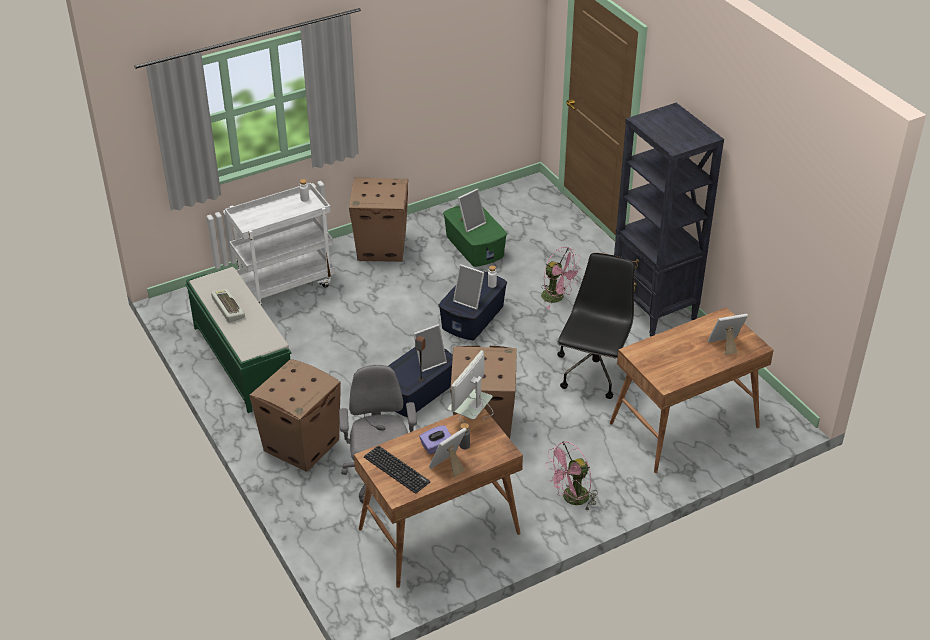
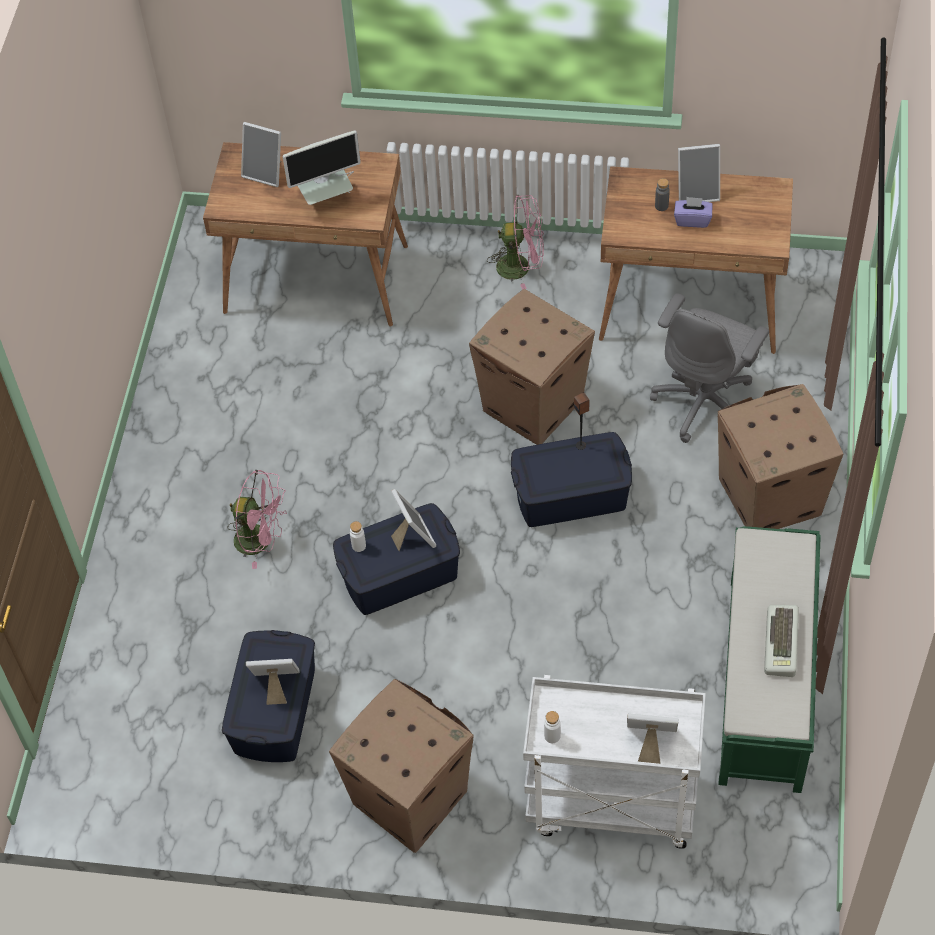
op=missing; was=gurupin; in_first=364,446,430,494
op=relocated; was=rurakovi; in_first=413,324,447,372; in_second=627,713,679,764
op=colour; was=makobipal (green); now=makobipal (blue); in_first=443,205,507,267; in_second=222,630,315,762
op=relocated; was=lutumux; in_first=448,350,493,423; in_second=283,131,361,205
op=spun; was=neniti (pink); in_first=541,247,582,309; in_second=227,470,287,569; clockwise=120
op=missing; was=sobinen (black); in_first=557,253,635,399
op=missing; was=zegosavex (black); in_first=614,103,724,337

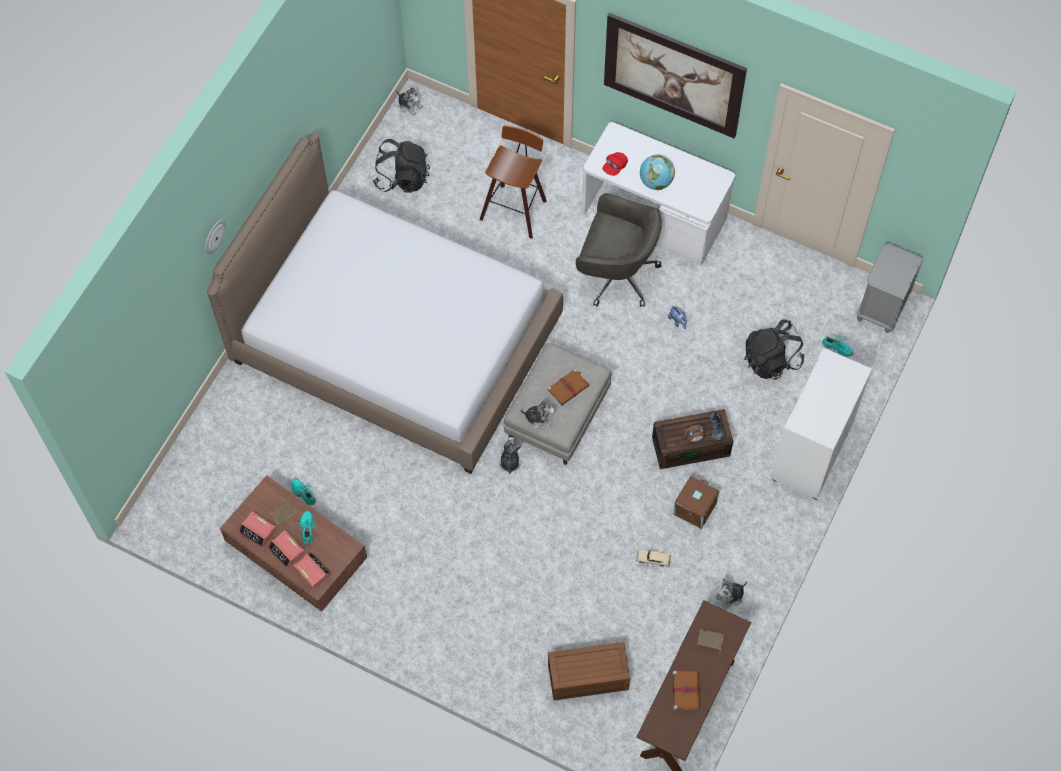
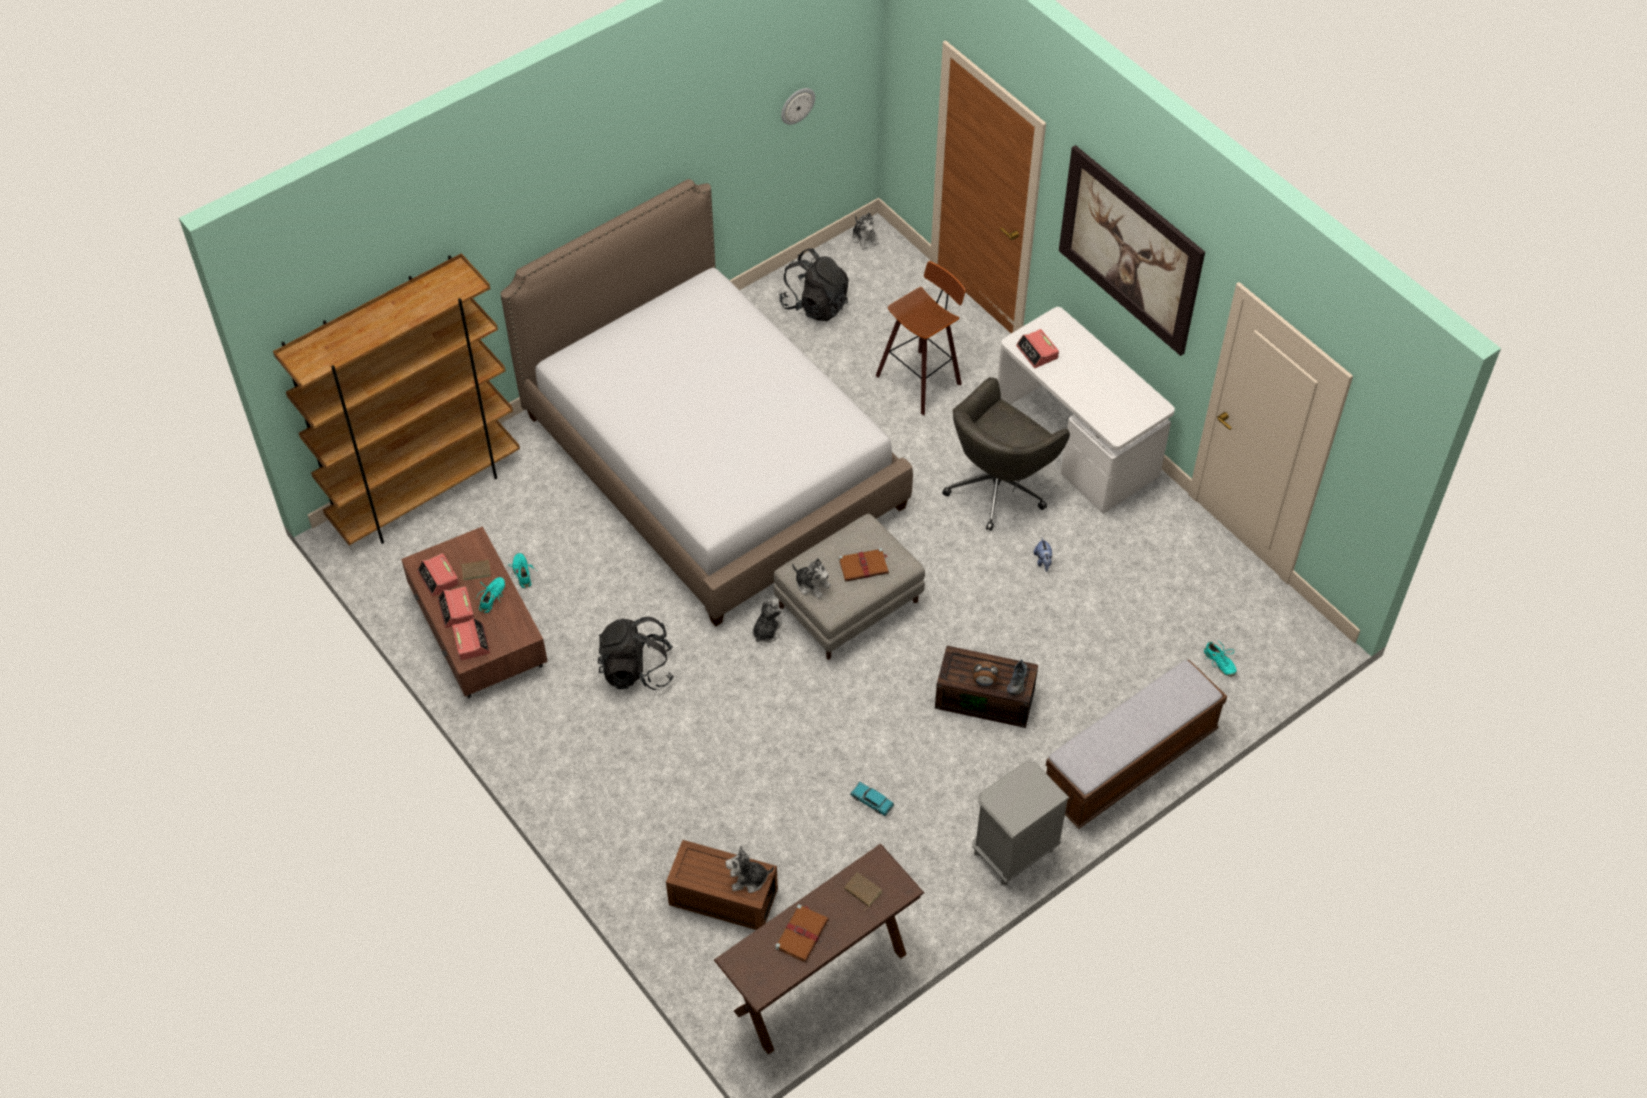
op=relocated; was=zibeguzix; in_first=205,219,226,254; in_second=781,88,815,125
op=spun; was=sobinen (grey); in_first=576,193,662,307; in_second=942,377,1070,531; clockwise=90
op=exchanged; was=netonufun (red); now=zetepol; in_first=602,152,628,176; in_second=1016,329,1059,368
op=colour; was=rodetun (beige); now=rodetun (turquoise); in_first=636,549,671,567; in_second=850,782,894,816
op=missing; was=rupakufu; in_first=640,155,675,190
op=missing; was=makobipal (brown); in_first=673,476,719,529
op=relocated; was=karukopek; in_first=715,578,747,609; in_second=725,845,774,893
op=relocated; was=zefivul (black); in_first=744,319,804,380; in_second=598,617,674,690
op=exchanged; was=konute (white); now=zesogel; in_first=771,348,872,500; in_second=1046,660,1227,829
op=relocated; was=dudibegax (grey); in_first=857,243,924,333; in_second=972,761,1069,885
op=appeared; now=zegosavex (brown); in_second=273,253,520,546

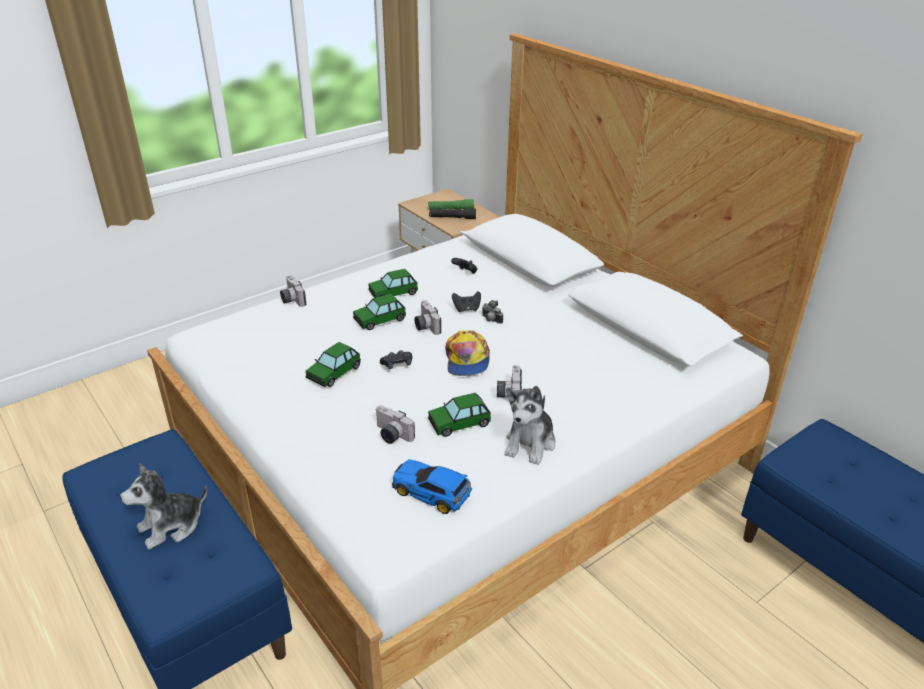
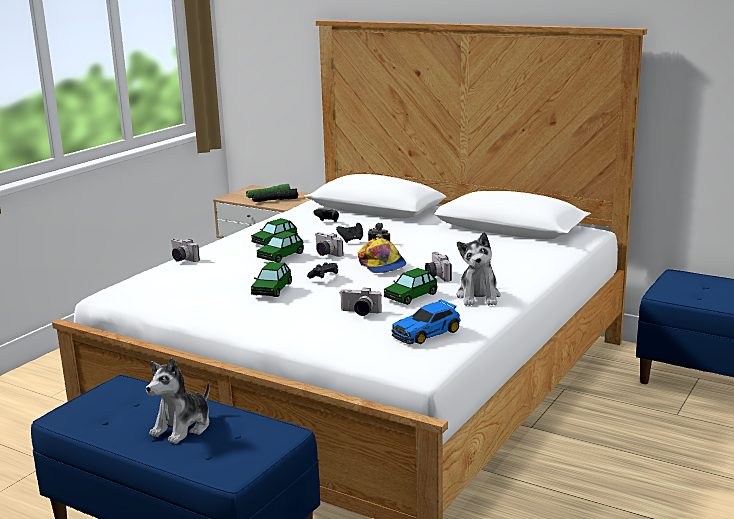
op=spun; was=rodetun; in_first=392,459,472,514; in_second=392,299,461,344; clockwise=-45

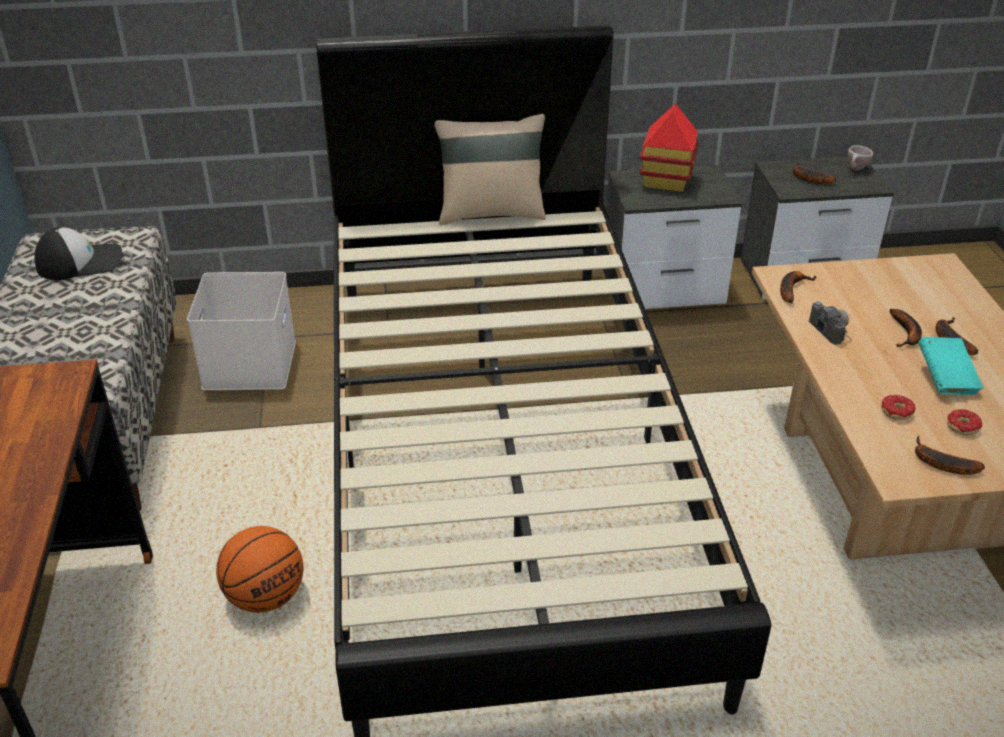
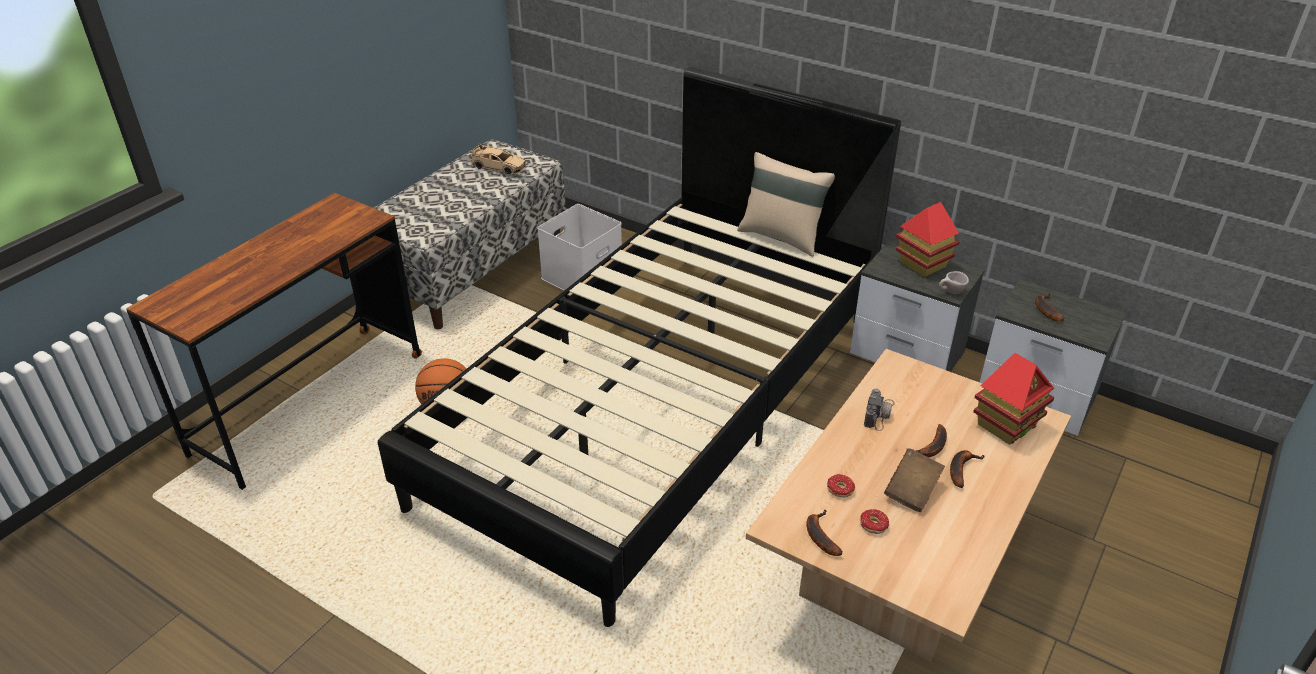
op=exchanged; was=netonufun; now=rodetun (beige); in_first=34,227,122,280; in_second=469,143,526,174
op=missing; was=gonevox; in_first=780,271,817,303
op=relocated; was=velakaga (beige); in_first=848,145,873,170; in_second=939,271,969,294
op=colour; was=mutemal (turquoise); now=mutemal (brown); in_first=918,337,983,395; in_second=884,448,945,512
op=appeared; now=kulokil; in_second=973,353,1054,445

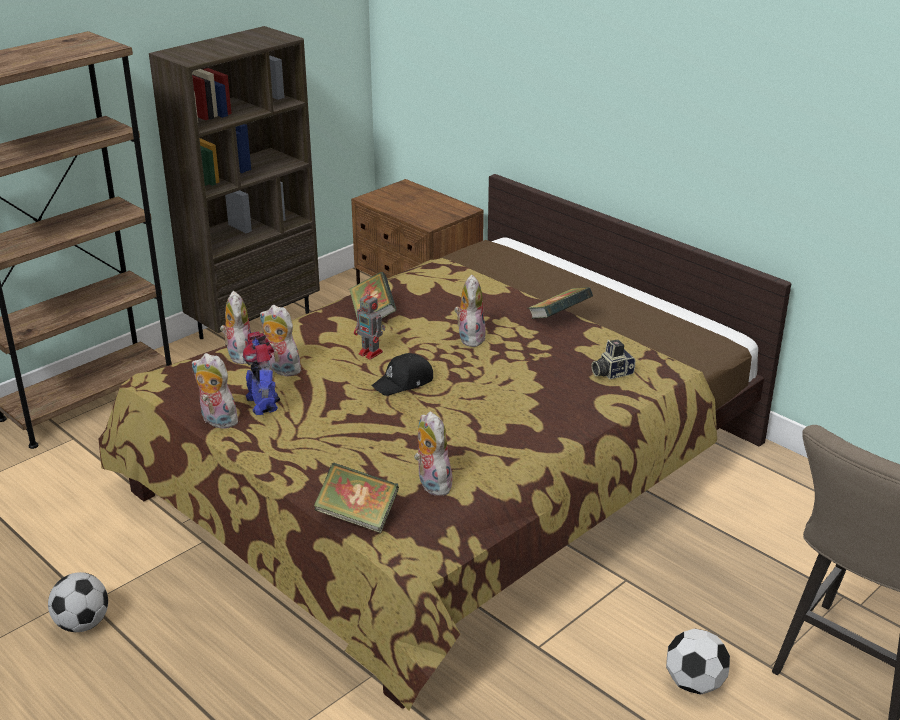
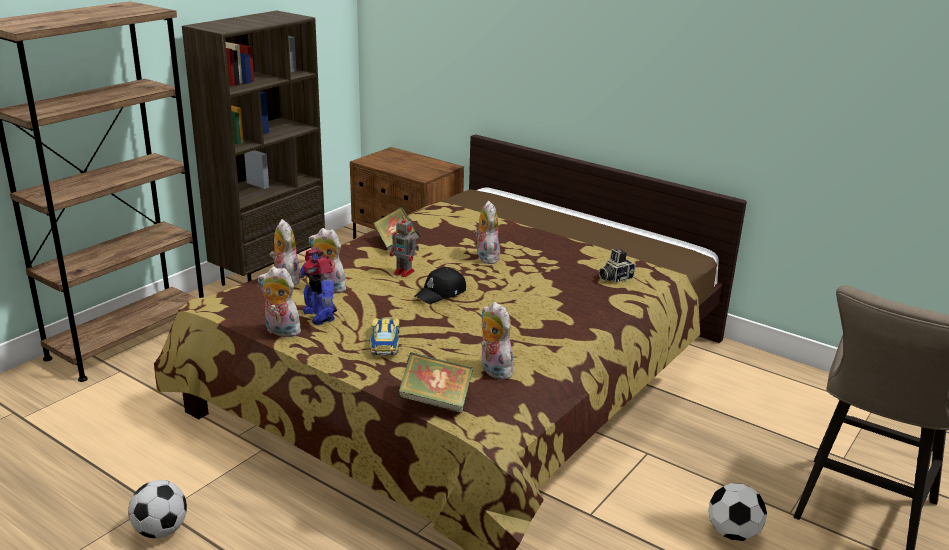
op=missing; was=mutemal; in_first=529,287,593,319
op=appeared; now=rodetun; in_second=370,318,400,356

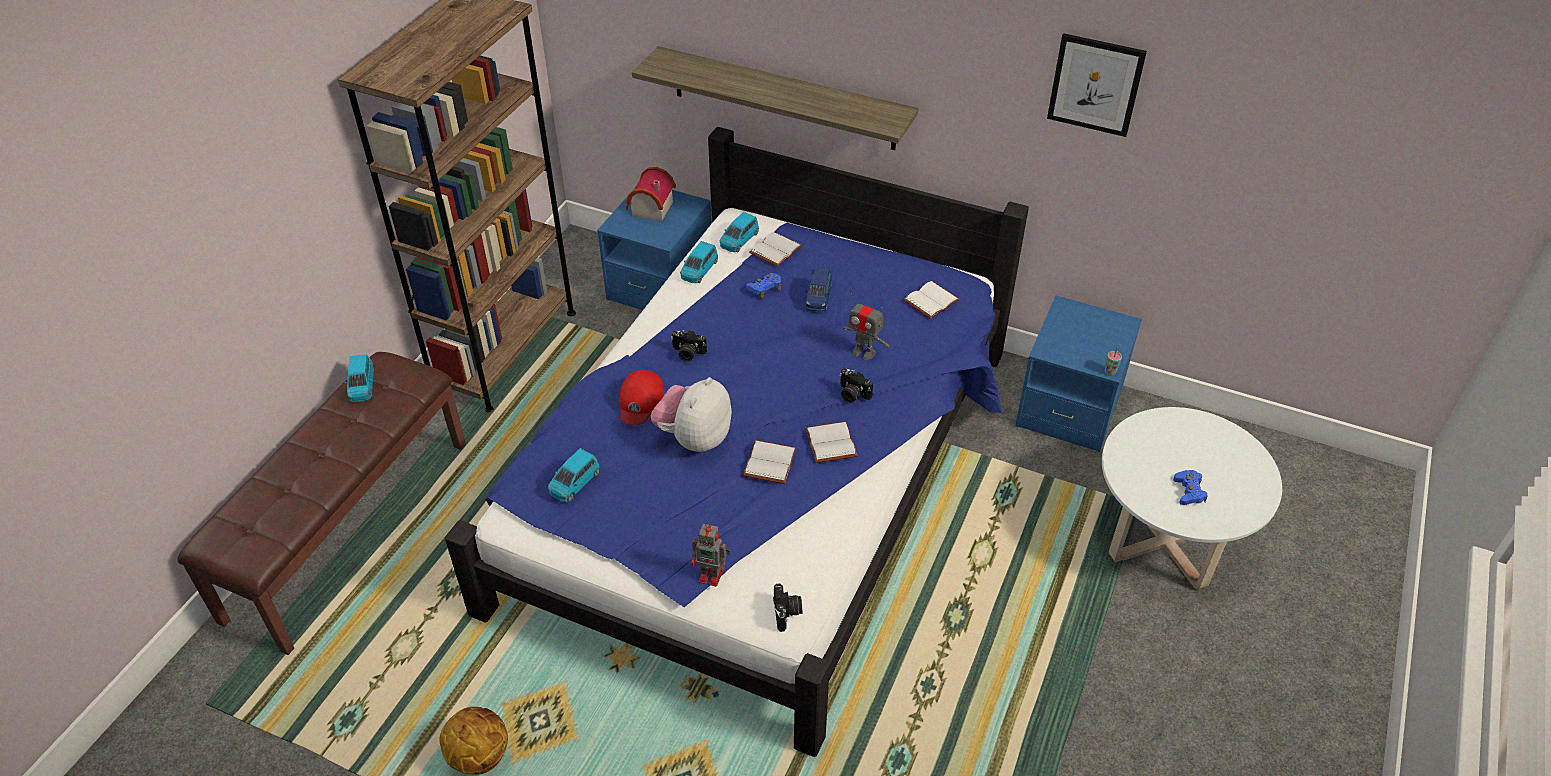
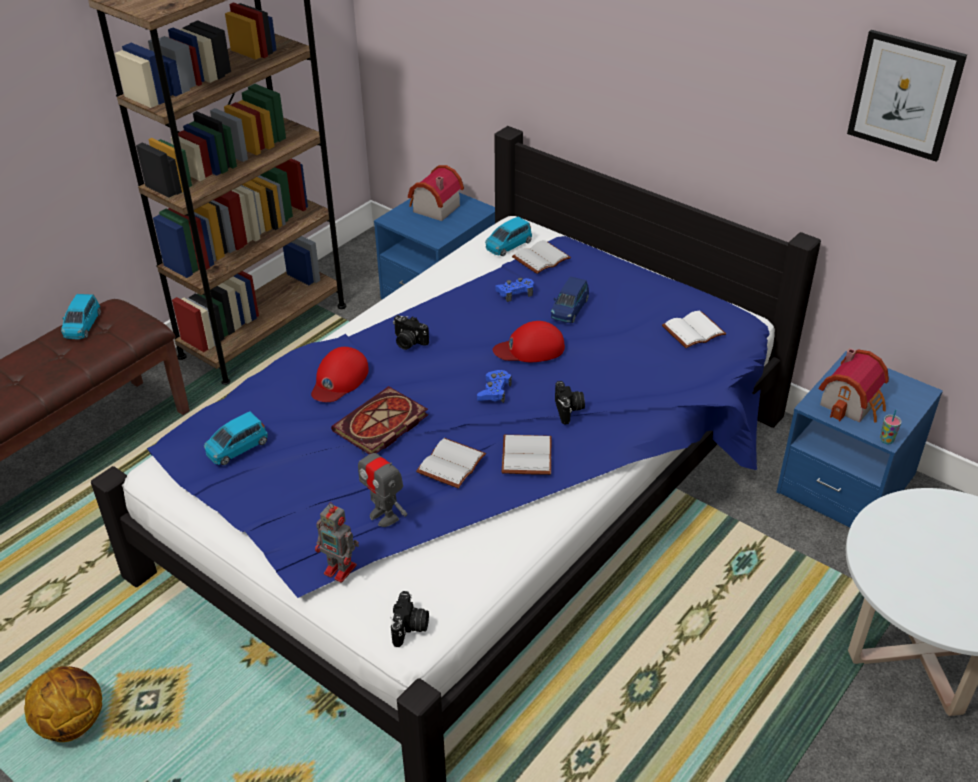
op=missing; was=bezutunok; in_first=632,46,918,150
op=exchanged; was=karukopek; now=mutemal; in_first=651,377,732,452; in_second=331,386,428,454
op=missing; was=rodetun (blue); in_first=680,241,718,283
op=spun; was=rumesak; in_first=840,368,873,403; in_second=555,381,585,425; clockwise=-150
op=relocated; was=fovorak; in_first=842,293,889,360; in_second=358,438,407,527
op=relocated; was=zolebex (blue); in_first=1173,470,1208,505; in_second=477,370,512,403
op=appeared; now=netonufun (red); in_second=493,321,565,362
op=appeared; now=kulokil; in_second=819,348,889,423

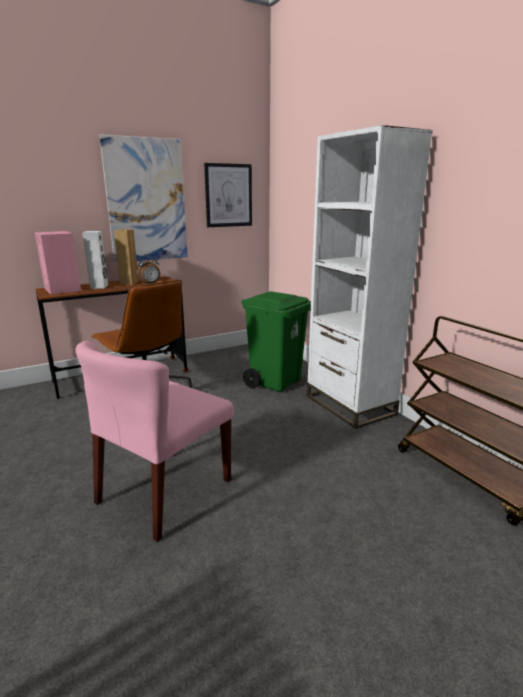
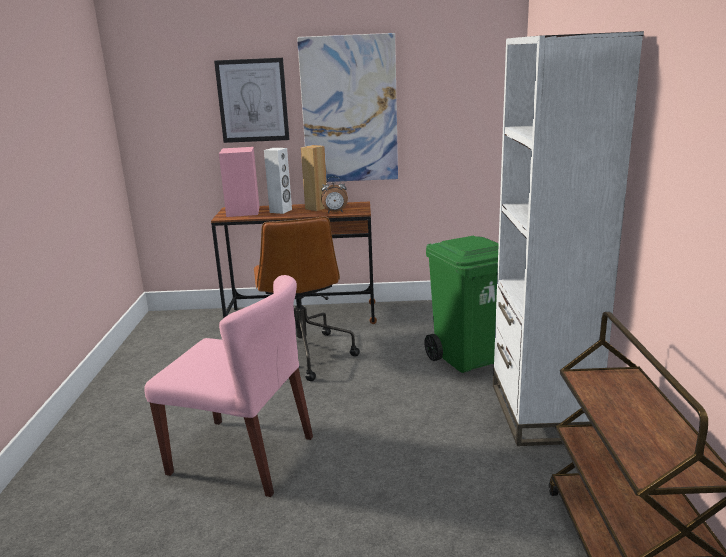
op=spun; was=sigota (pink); in_first=75,341,234,542; in_second=144,275,313,497; clockwise=-135
op=relocated; was=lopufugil; in_first=204,163,252,227; in_second=214,58,289,143

